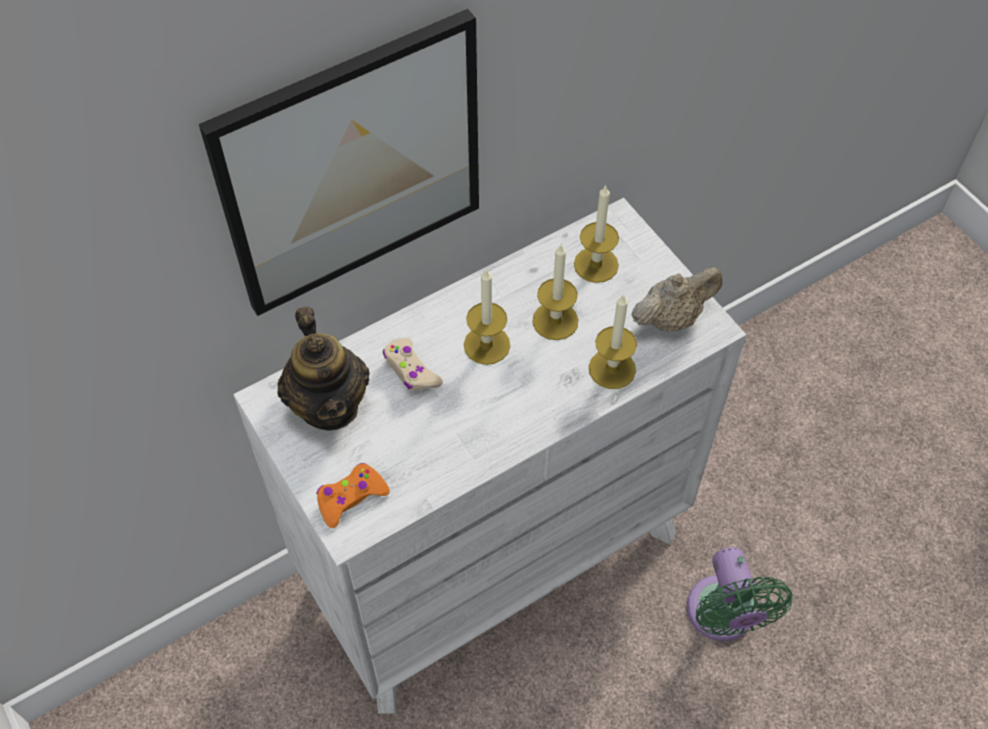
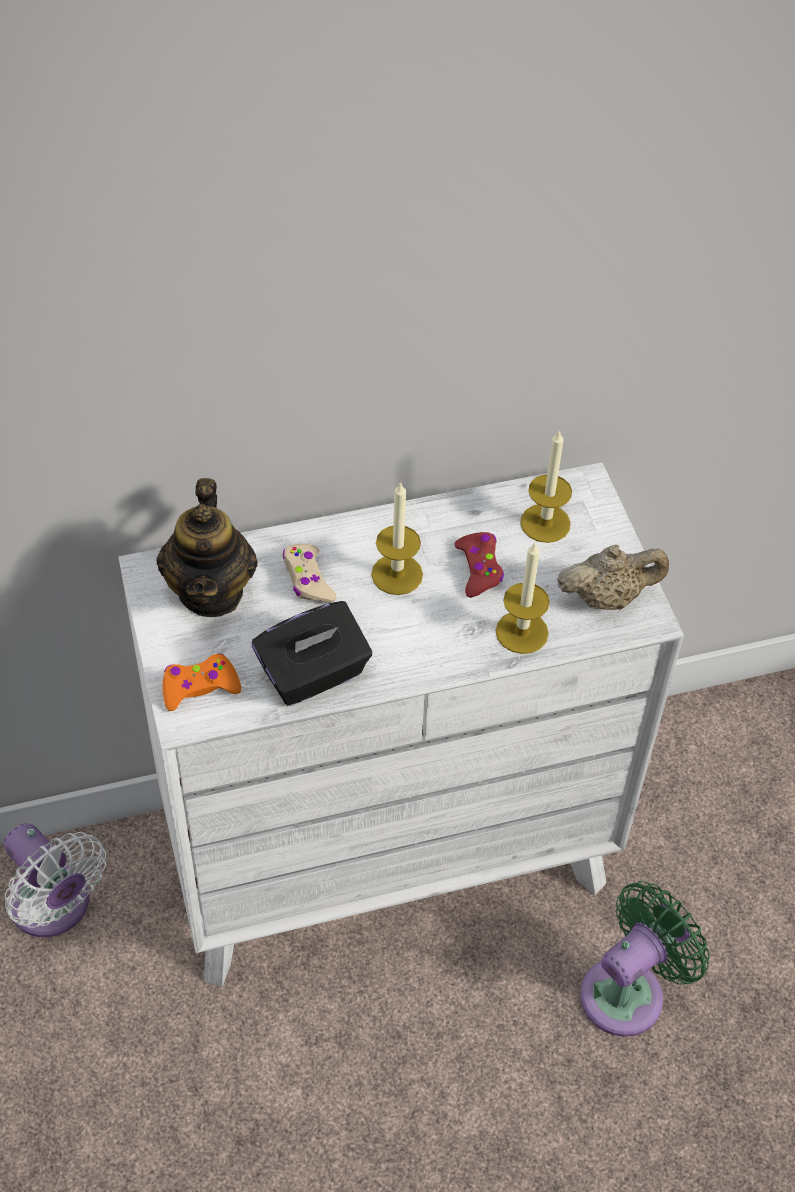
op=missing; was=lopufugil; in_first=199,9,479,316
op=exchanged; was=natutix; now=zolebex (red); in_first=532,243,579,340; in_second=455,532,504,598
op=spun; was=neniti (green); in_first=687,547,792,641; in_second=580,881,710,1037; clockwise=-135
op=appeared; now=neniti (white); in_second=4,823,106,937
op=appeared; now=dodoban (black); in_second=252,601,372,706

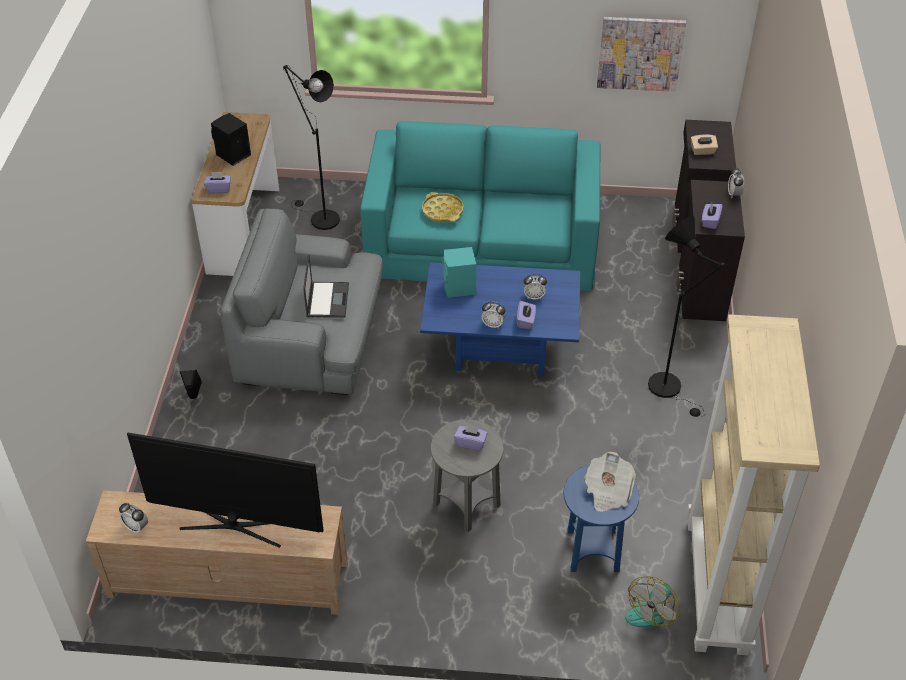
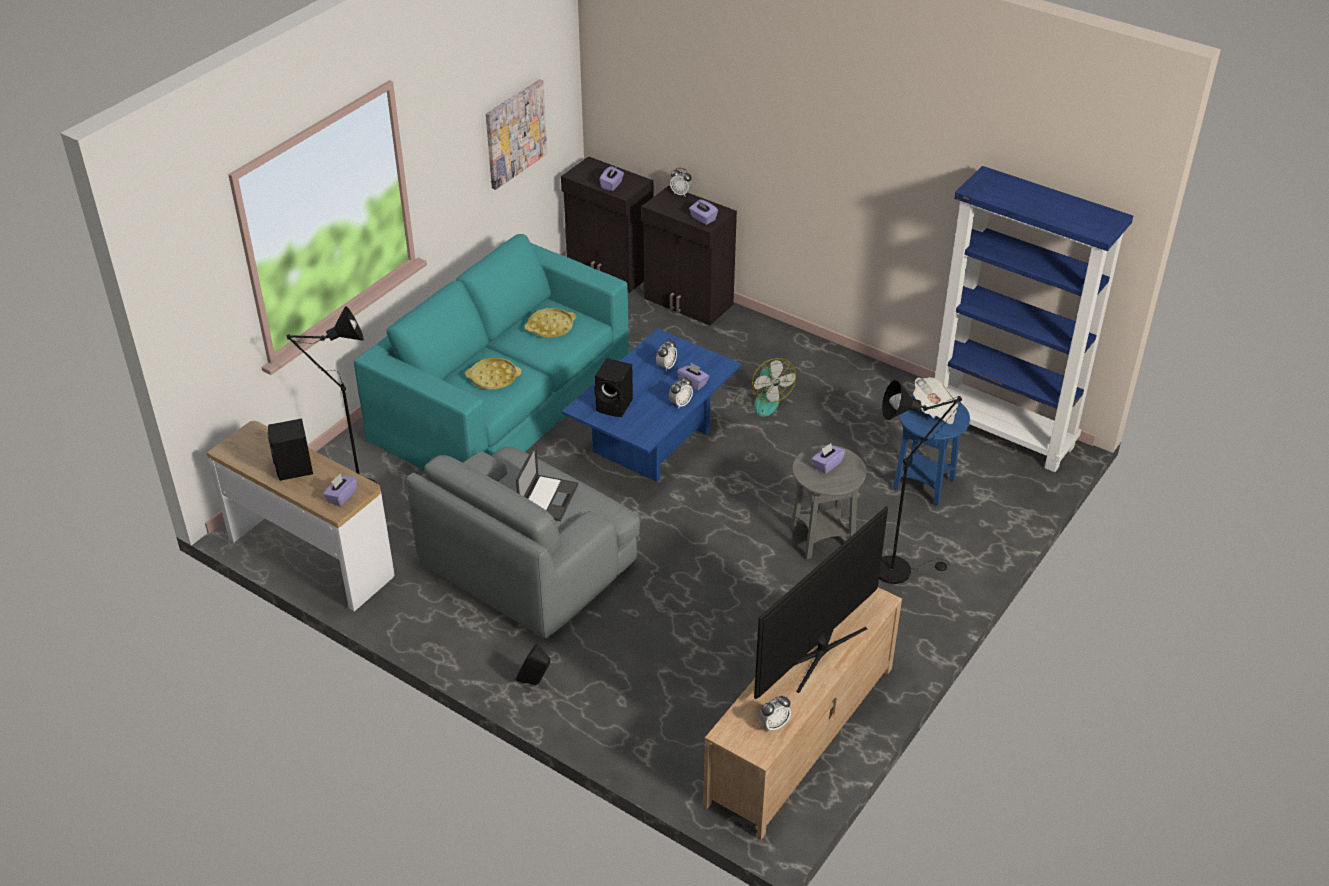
op=spun; was=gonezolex; in_first=303,254,349,318; in_second=516,443,578,521; clockwise=75
op=colour; was=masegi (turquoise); now=masegi (black); in_first=442,247,476,298; in_second=594,358,633,417
op=relocated; was=neniti; in_first=625,576,679,628; in_second=734,358,796,417
op=relocated; was=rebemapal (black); in_first=648,216,725,417; in_second=879,380,962,584
op=colour; was=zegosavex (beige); now=zegosavex (blue); in_first=688,314,820,655; in_second=935,166,1133,472
op=colour; was=dodoban (beige); now=dodoban (purple); in_first=691,135,718,155; in_second=599,166,624,191
op=appeared; now=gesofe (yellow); in_second=525,308,576,338

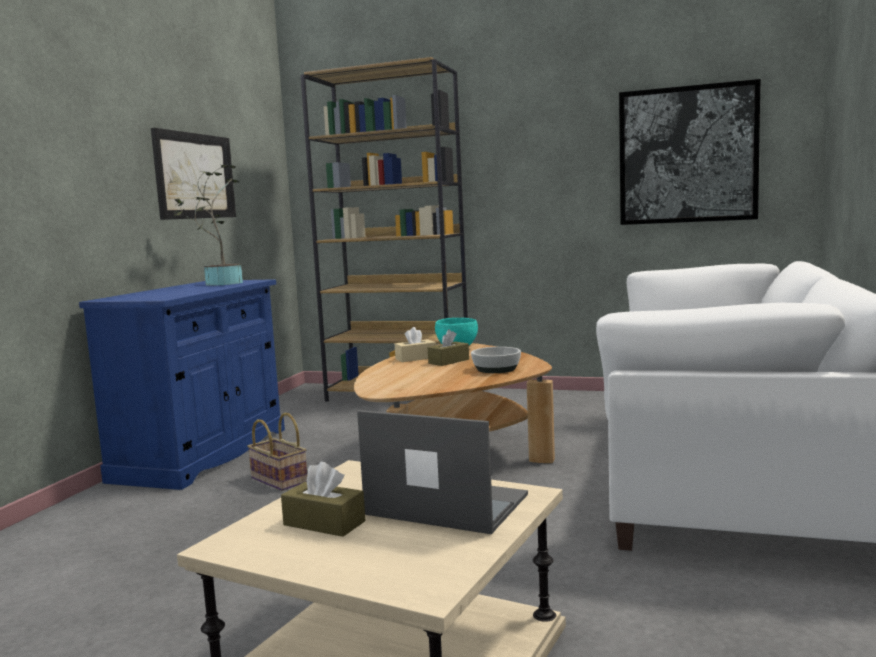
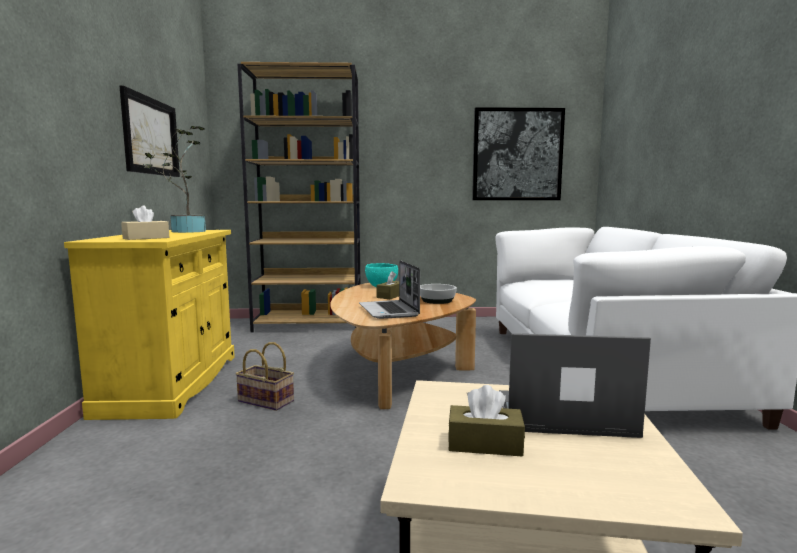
op=colour; was=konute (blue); now=konute (yellow); in_first=79,279,285,490; in_second=64,230,235,420
op=relocated; was=dodoban (beige); in_first=395,327,436,362; in_second=121,205,170,240
op=appeared; now=gonezolex; in_second=359,260,420,319

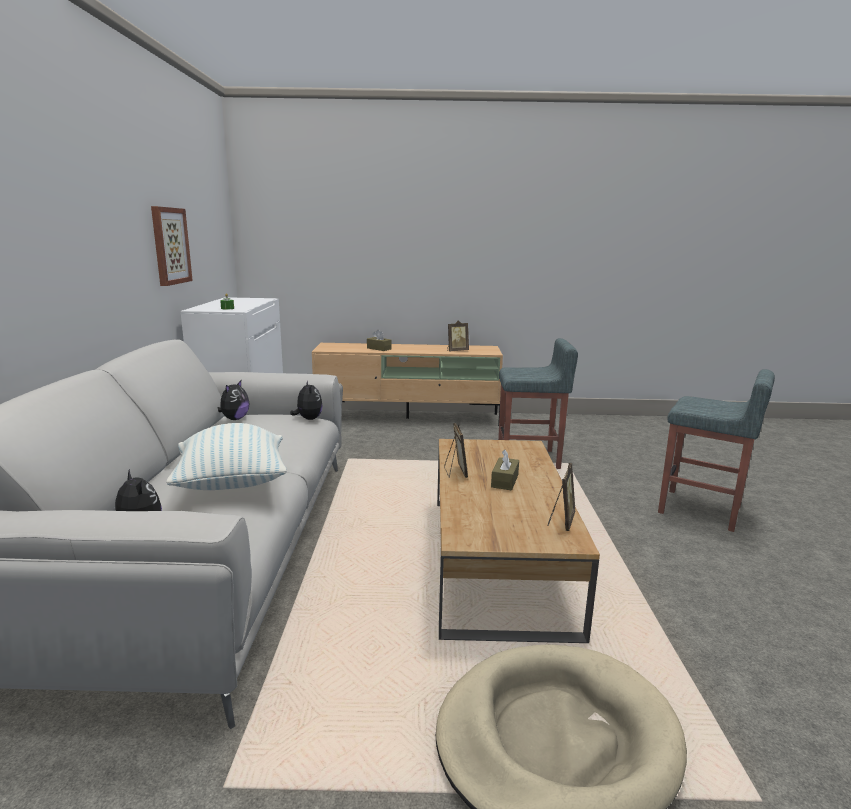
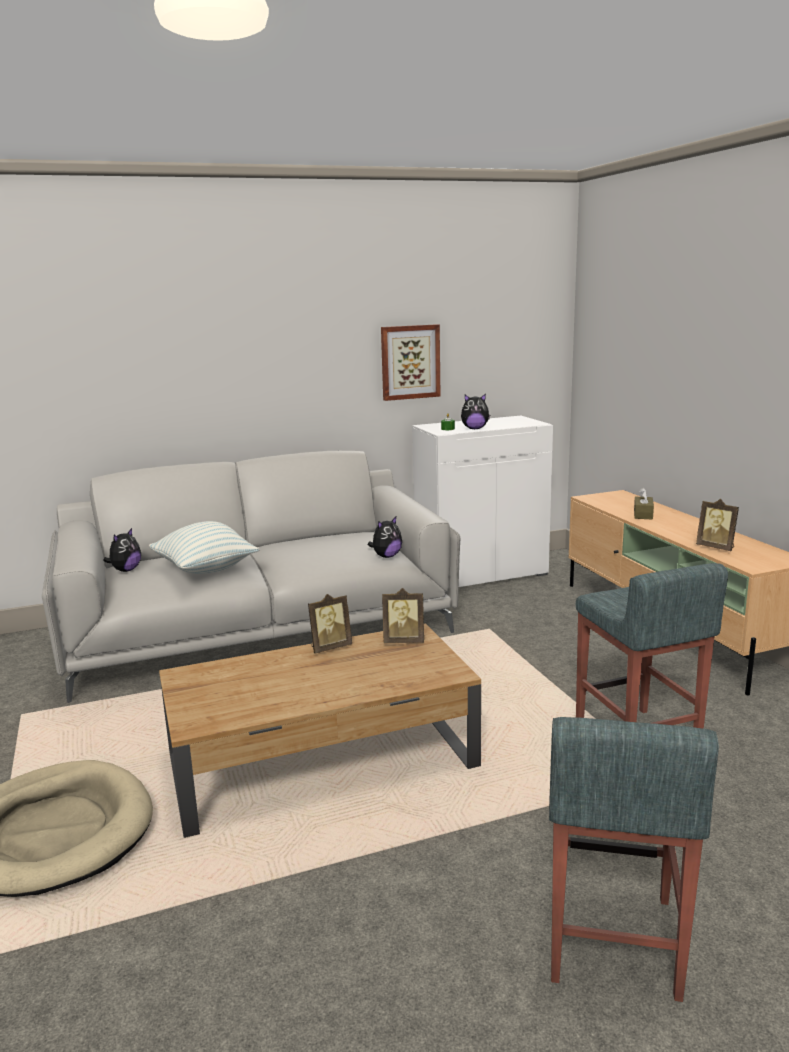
op=relocated; was=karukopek; in_first=218,380,250,420; in_second=461,394,490,429
op=missing; was=dodoban (brown); in_first=491,450,519,490
op=relocated; was=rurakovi; in_first=547,463,575,531; in_second=382,588,424,643

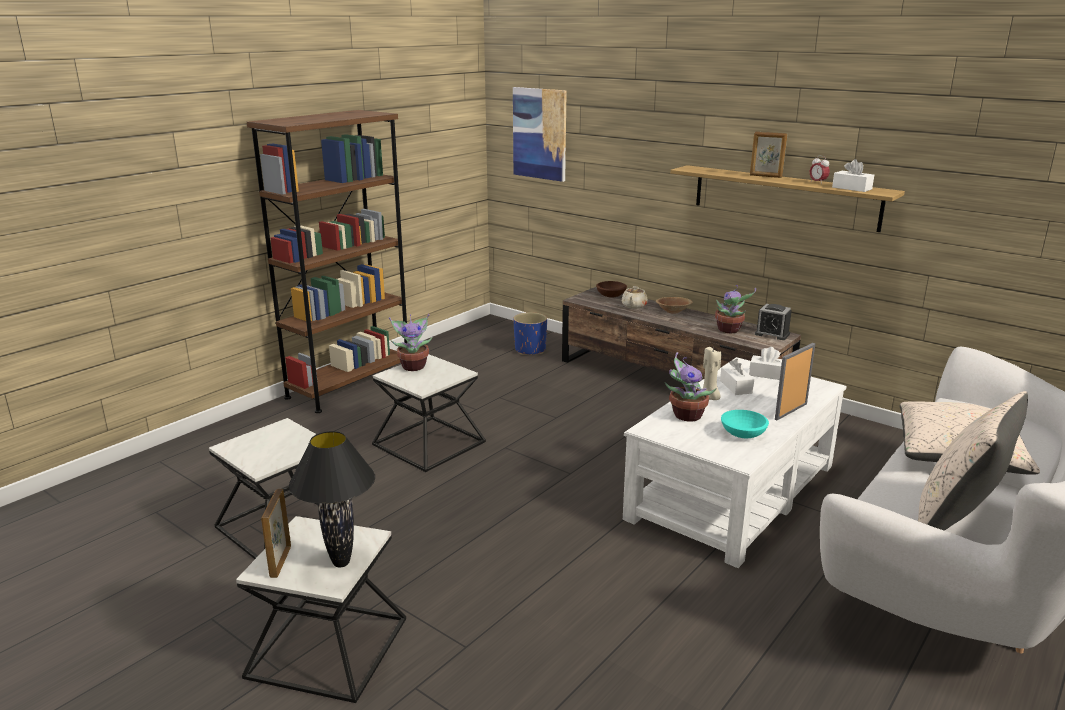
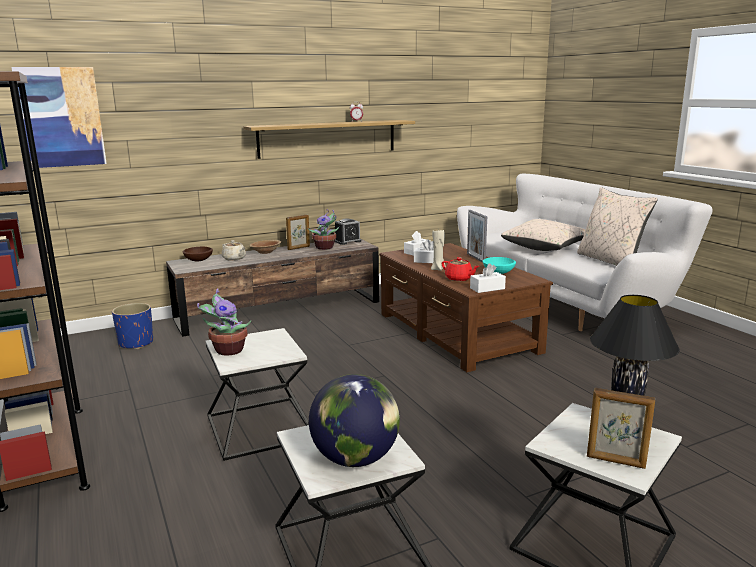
op=colour; was=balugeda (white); now=balugeda (brown); in_first=623,357,847,568; in_second=379,243,553,372
op=exchanged; was=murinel; now=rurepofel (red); in_first=665,352,717,421; in_second=441,257,479,281
op=relocated; was=rurakovi; in_first=750,132,787,178; in_second=286,215,310,250
op=relocated; was=dodoban (white); in_first=832,159,874,192; in_second=470,263,506,293
op=appeared; now=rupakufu; in_second=309,374,400,467

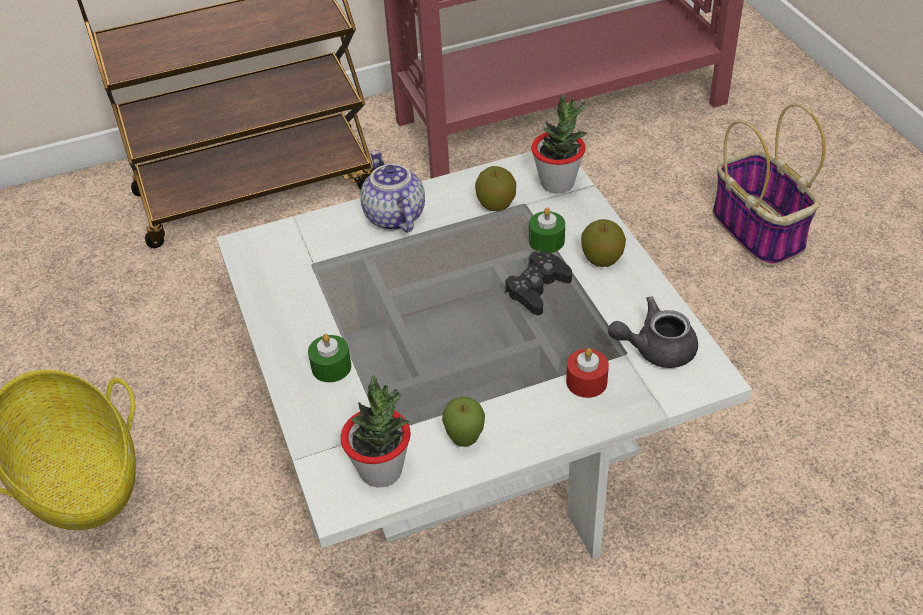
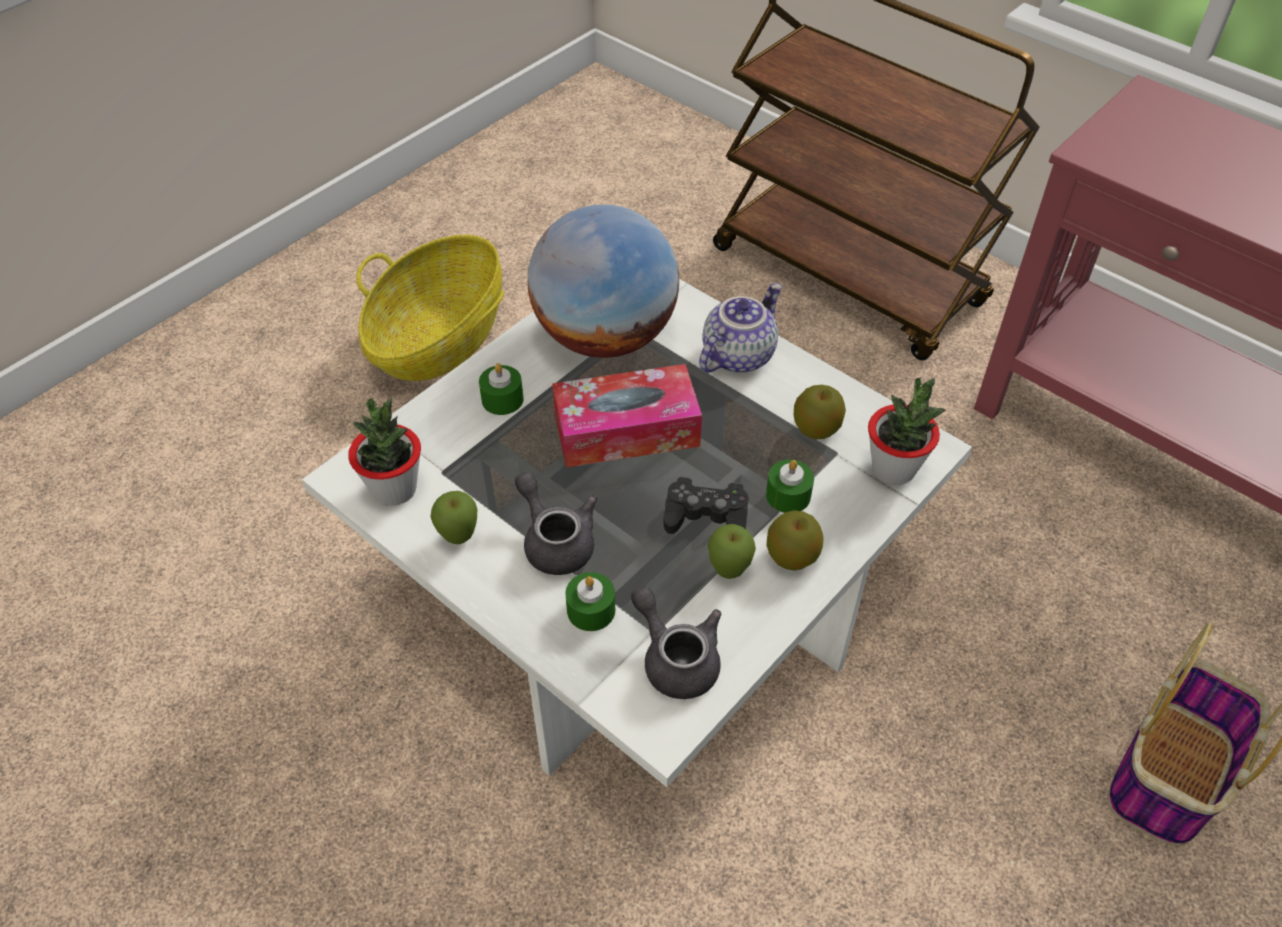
op=colour; was=natutix (red); now=natutix (green); in_first=566,348,609,398; in_second=565,572,615,631
op=appeared; now=rurepofel (grey); in_second=515,472,597,575
op=appeared; now=rupakufu; in_second=528,204,679,358
op=appeared; now=dodoban; in_second=552,364,702,468
op=appeared; now=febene; in_second=708,524,756,579

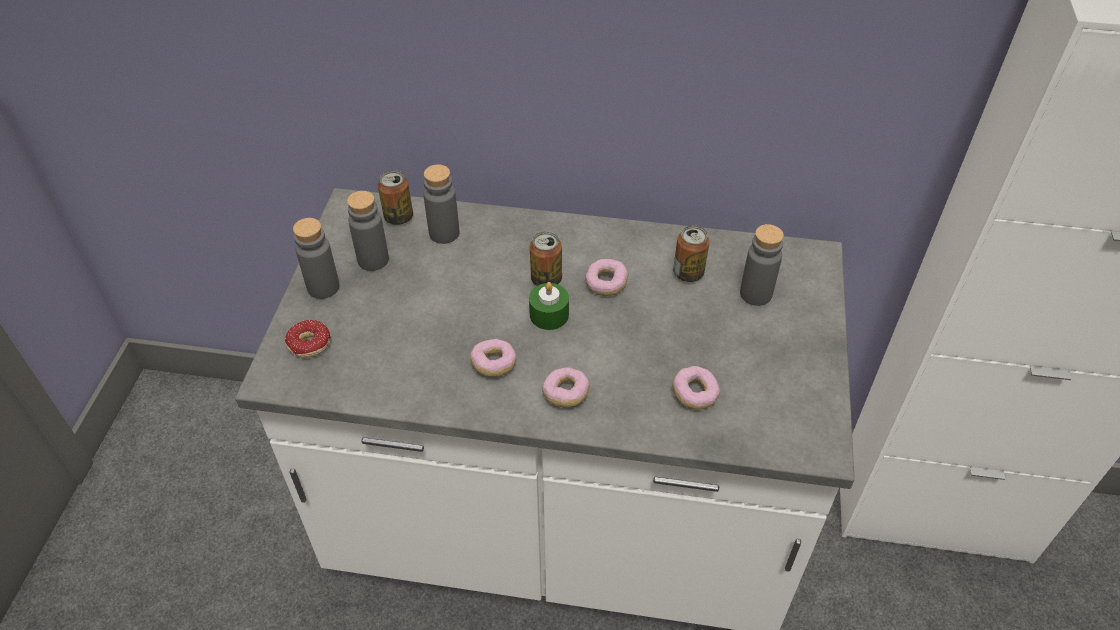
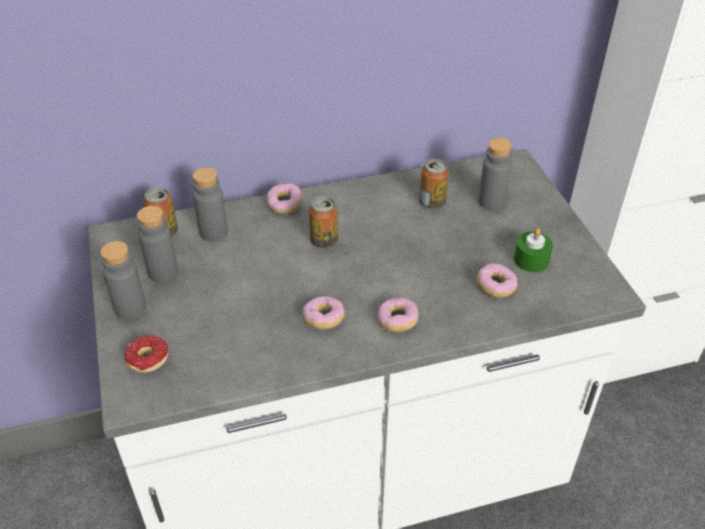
op=relocated; was=natutix (green); in_first=529,282,569,330; in_second=514,228,553,272
op=relocated; was=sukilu; in_first=585,259,628,296; in_second=267,183,302,214

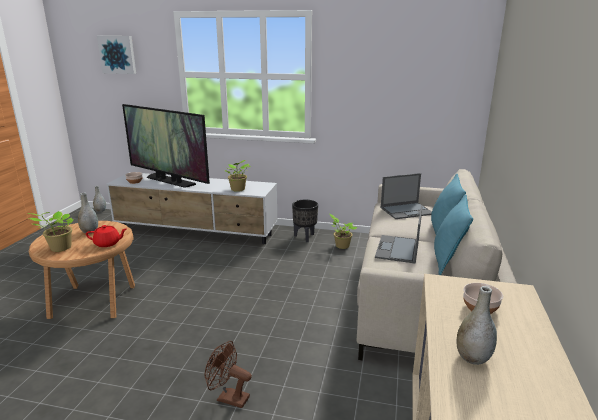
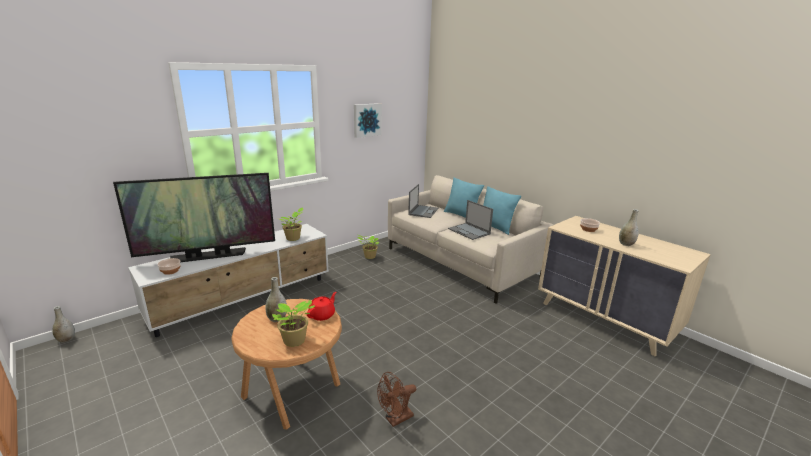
op=relocated; was=lopufugil; in_first=97,36,136,74; in_second=354,103,382,138
op=relocated; was=neniti (brown); in_first=204,341,252,408; in_second=377,372,416,427
op=missing; was=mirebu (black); in_first=292,200,318,242

